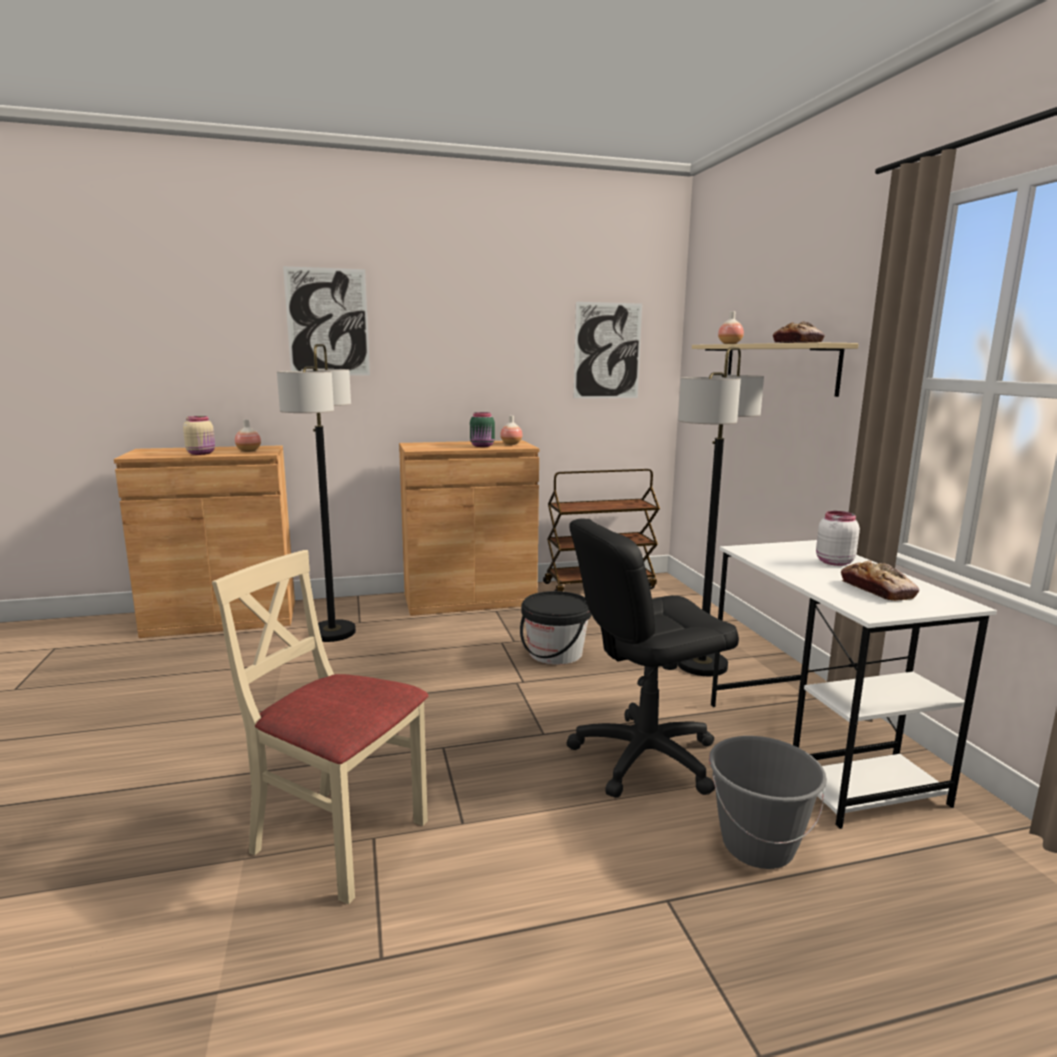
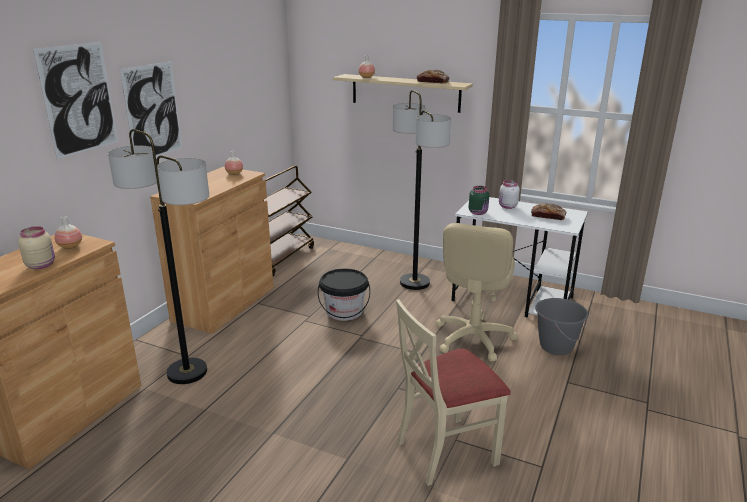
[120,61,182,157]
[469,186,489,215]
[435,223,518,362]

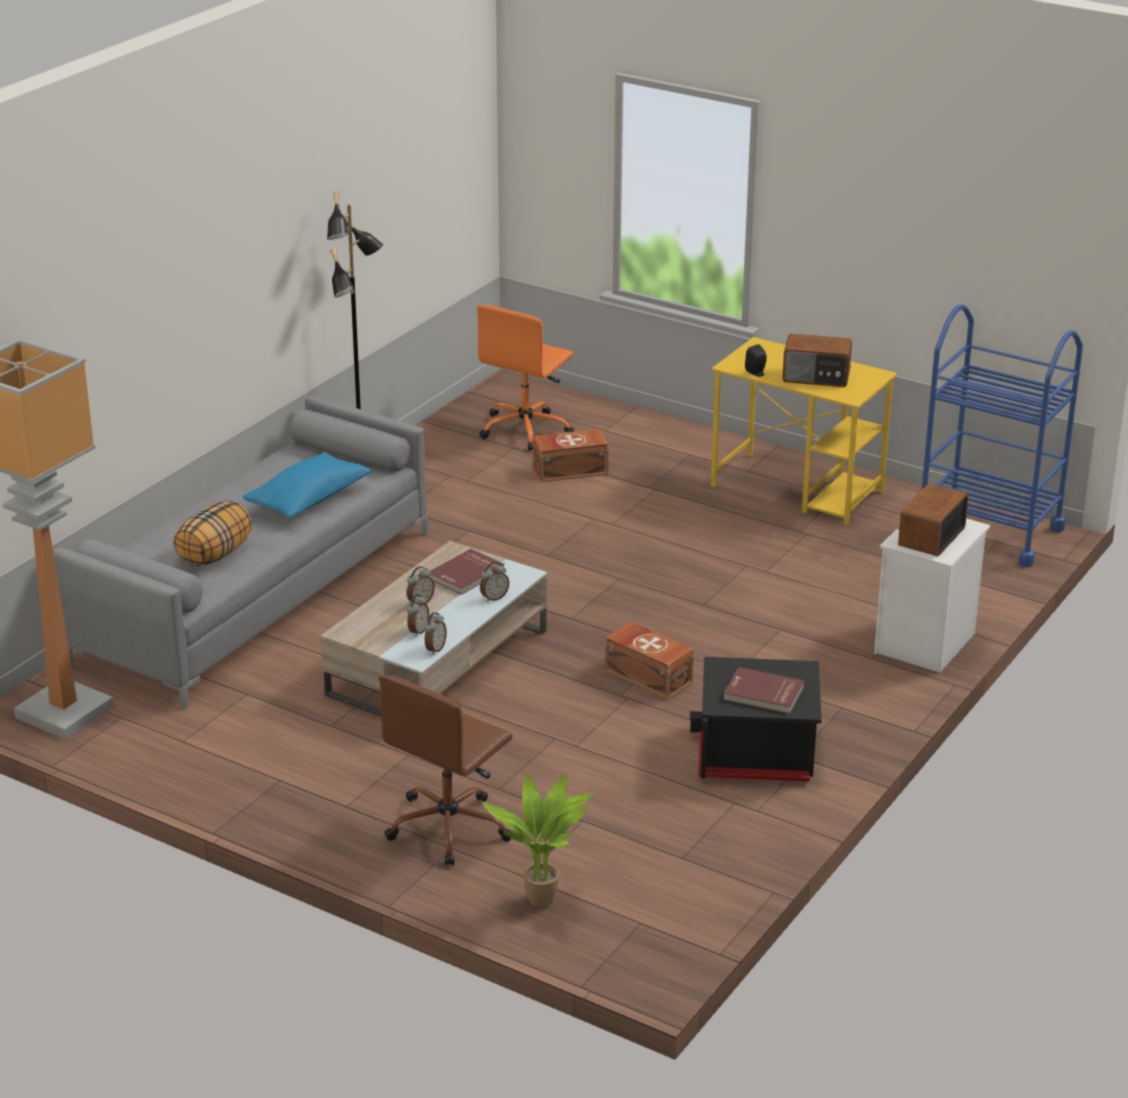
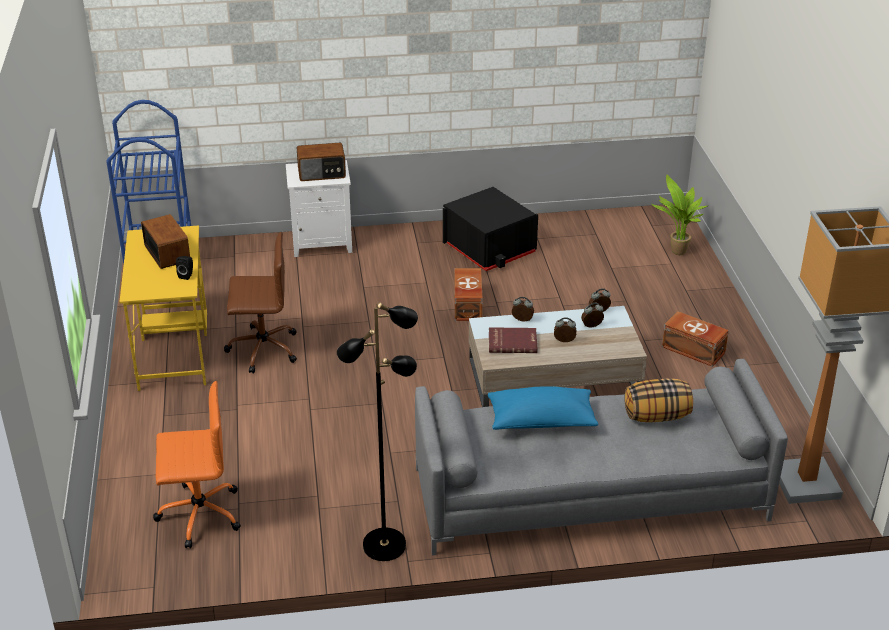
[662,311,729,367]
[723,667,805,714] (first image)
[224,232,297,374]

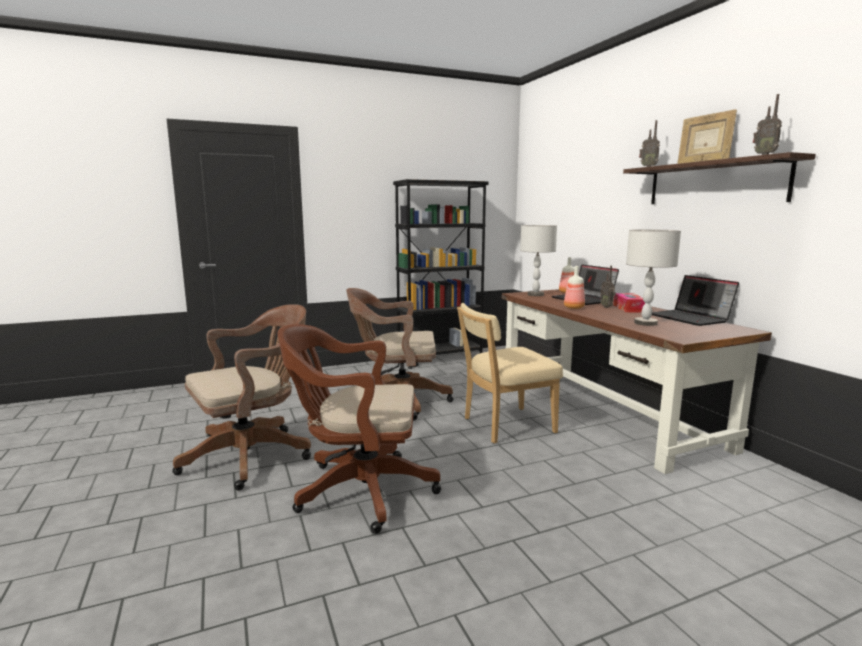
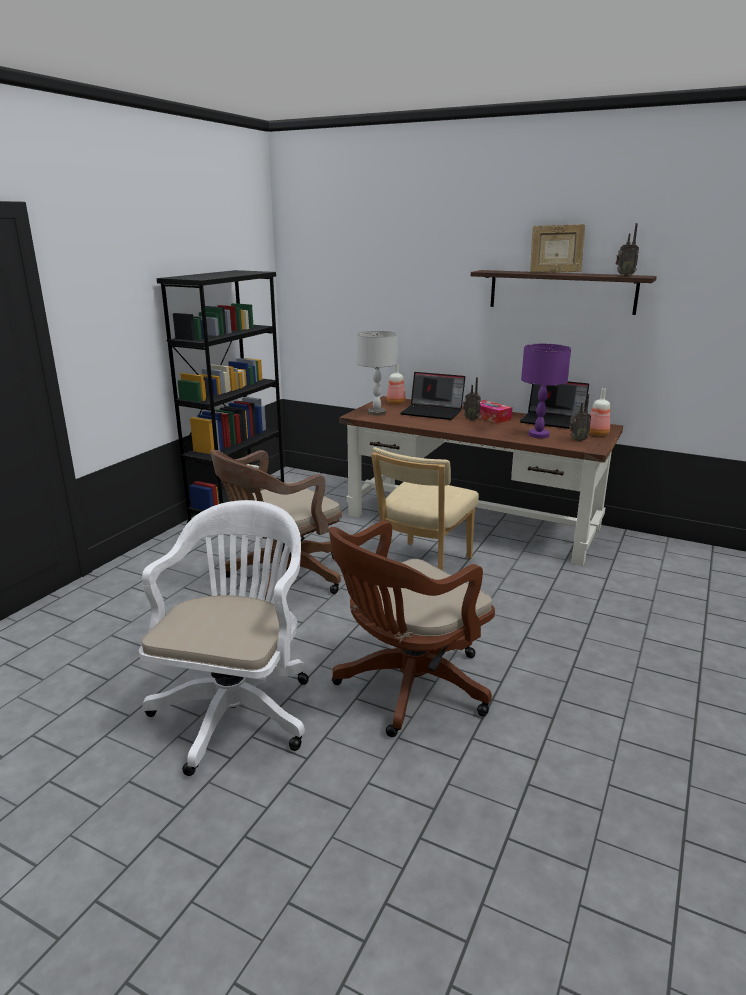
[569,394,591,442]
[521,344,571,438]
[589,388,610,436]
[139,500,309,776]

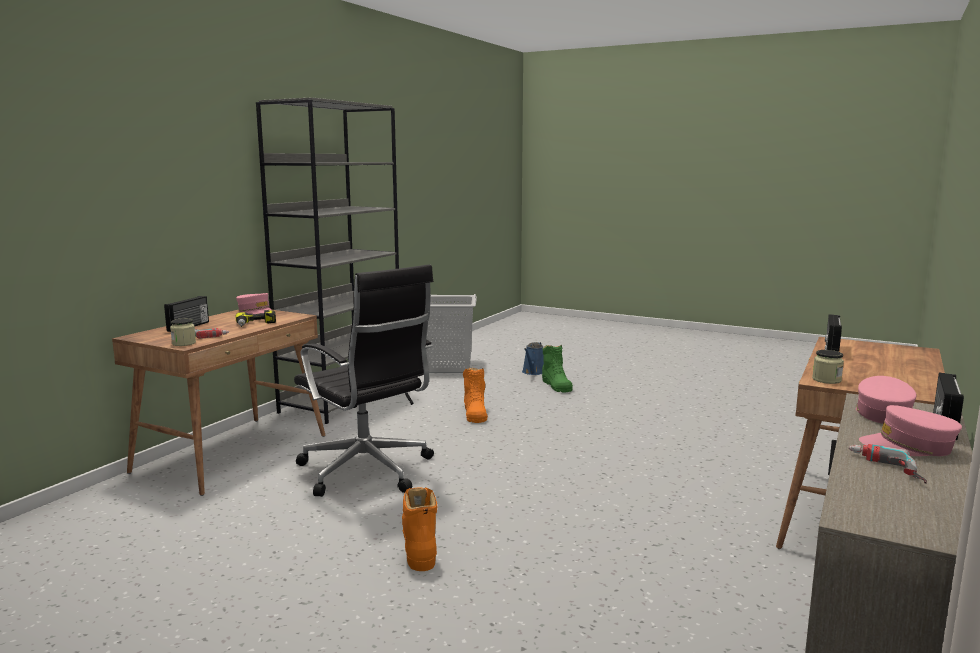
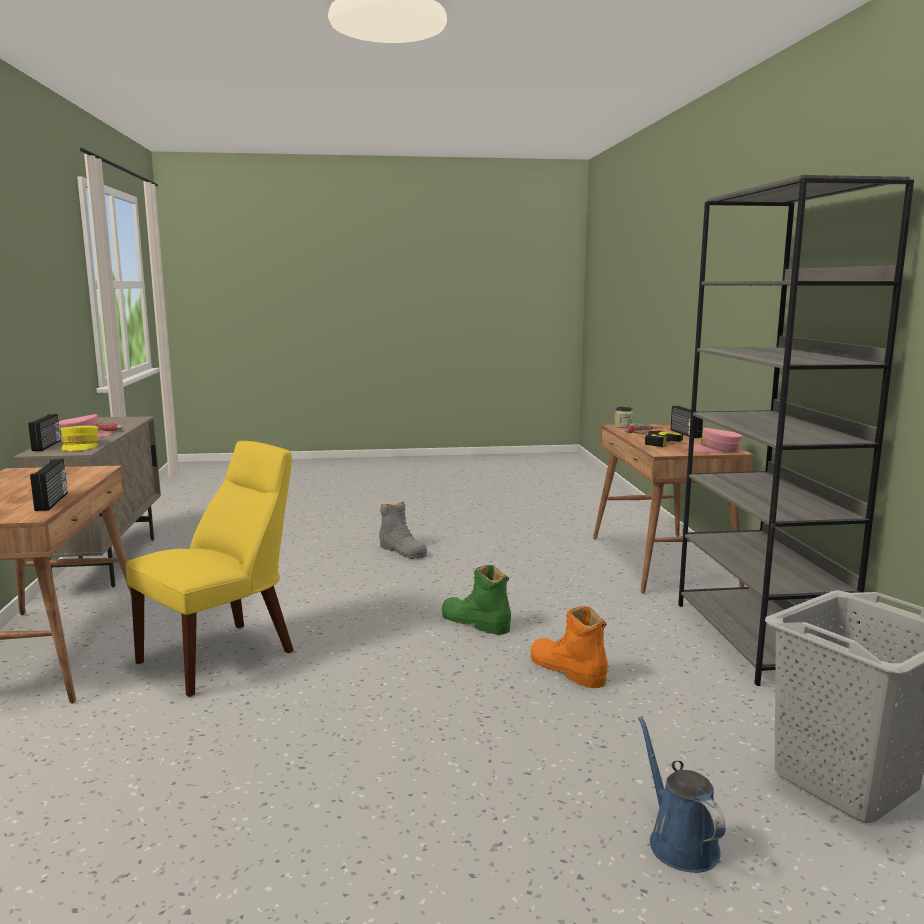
[294,264,434,497] (first image)
[442,565,511,635]
[812,350,844,384] (first image)
[61,426,99,451]
[379,502,427,559]
[126,441,294,697]

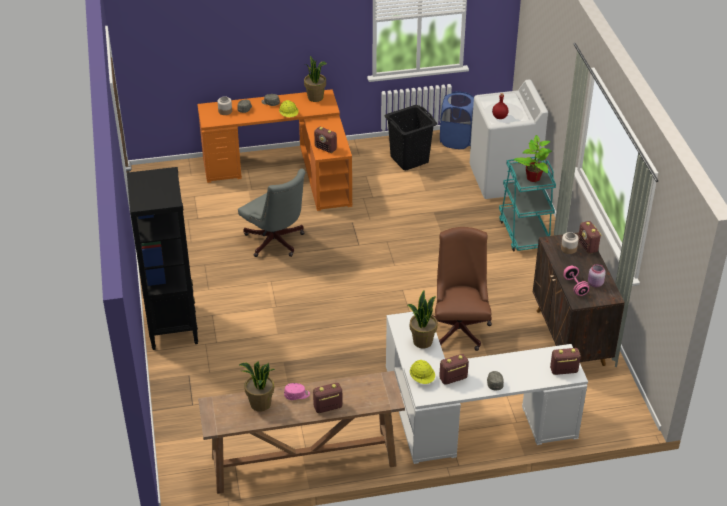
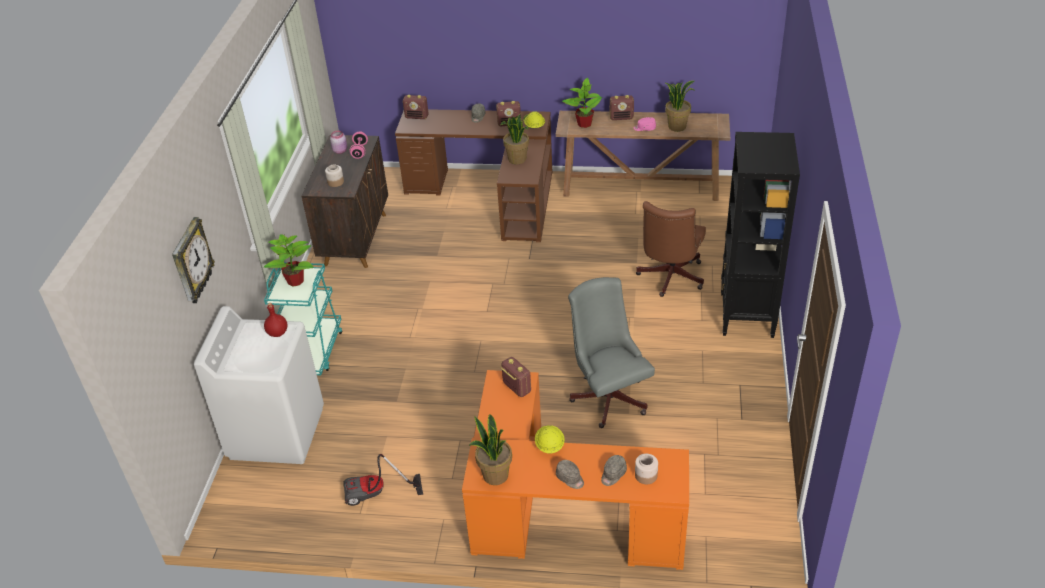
[440,91,474,149] (first image)
[343,454,423,506]
[578,221,602,254] (first image)
[636,201,706,297]
[395,109,552,242]
[562,78,602,128]
[172,217,215,303]

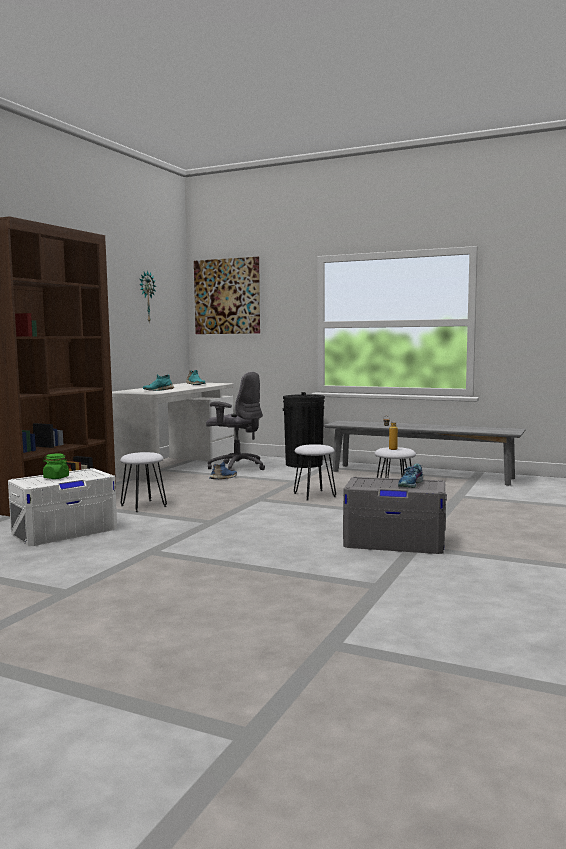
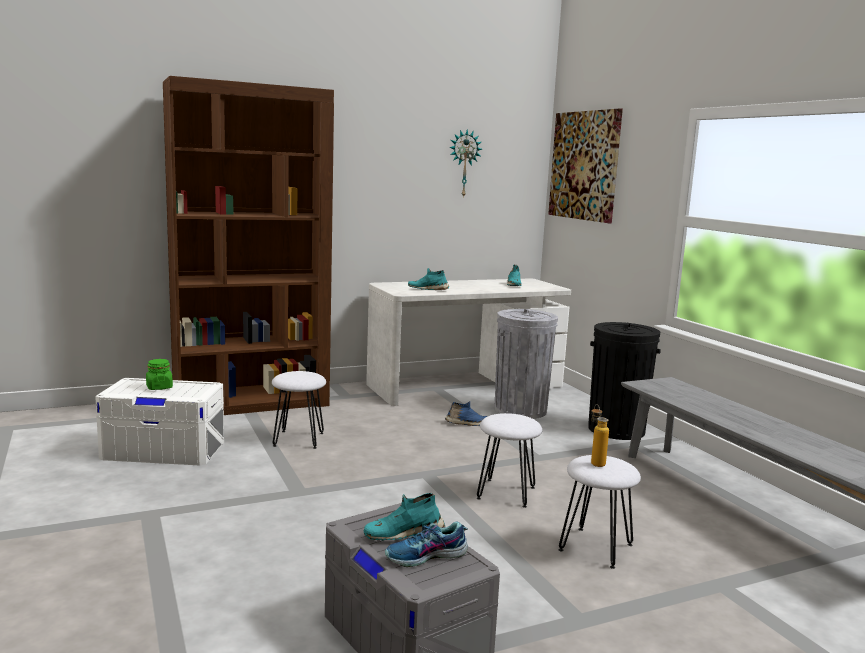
[495,309,558,419]
[363,493,445,540]

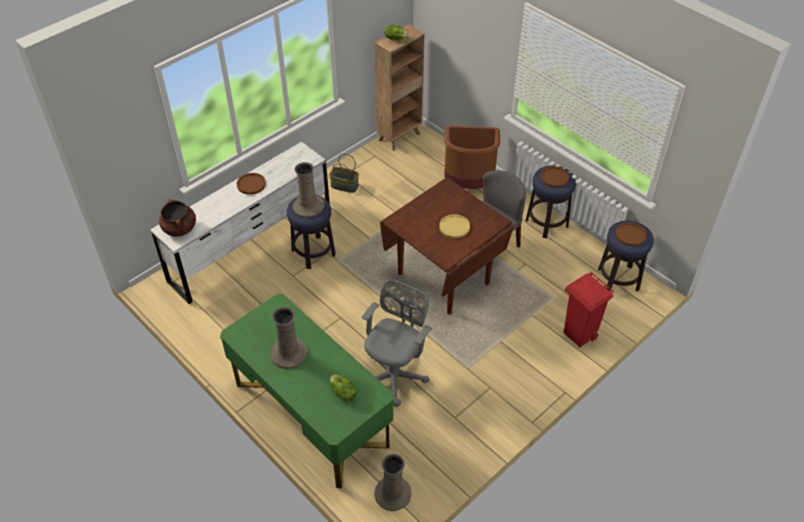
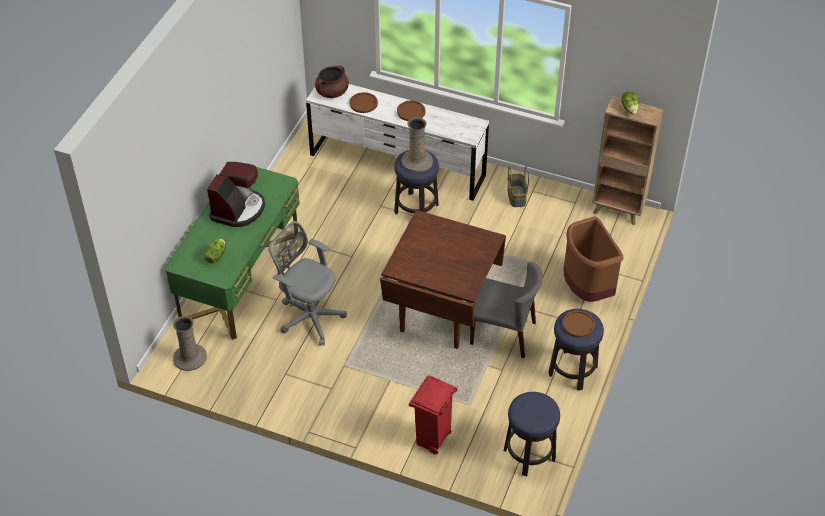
[439,214,470,238] (first image)
[349,92,378,113]
[268,221,347,346]
[207,162,265,227]

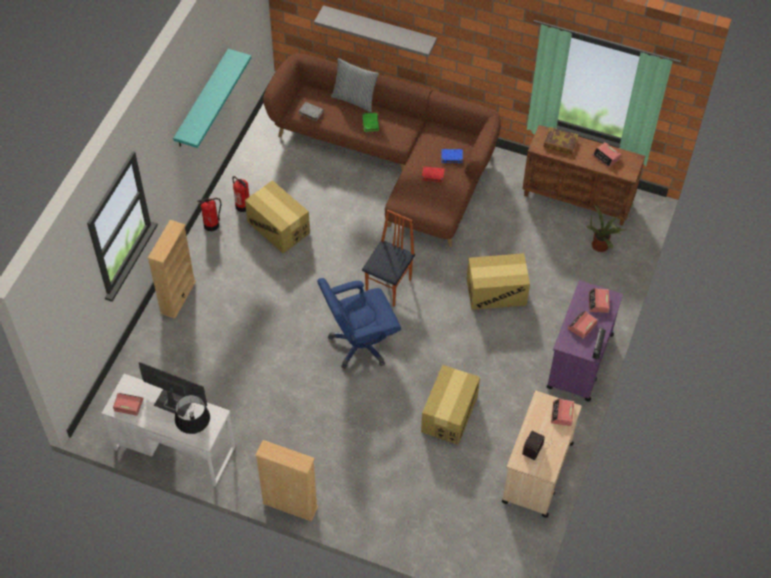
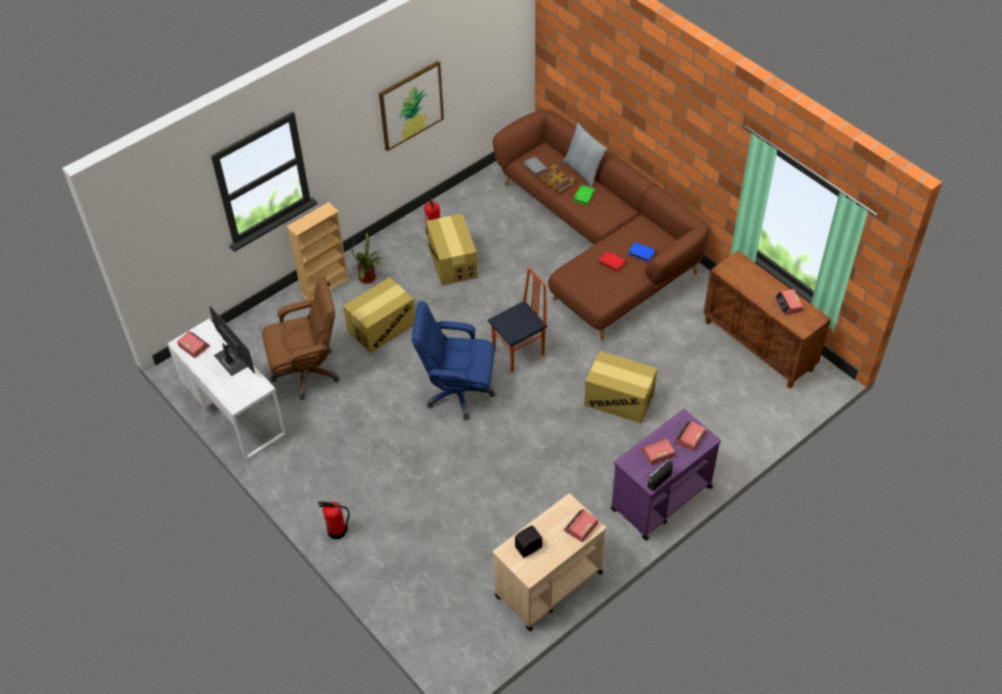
[314,5,437,57] (first image)
[379,61,444,151]
[538,164,575,194]
[318,501,350,539]
[352,232,382,284]
[343,277,415,353]
[175,395,210,434] (first image)
[255,440,318,522] (first image)
[262,276,340,400]

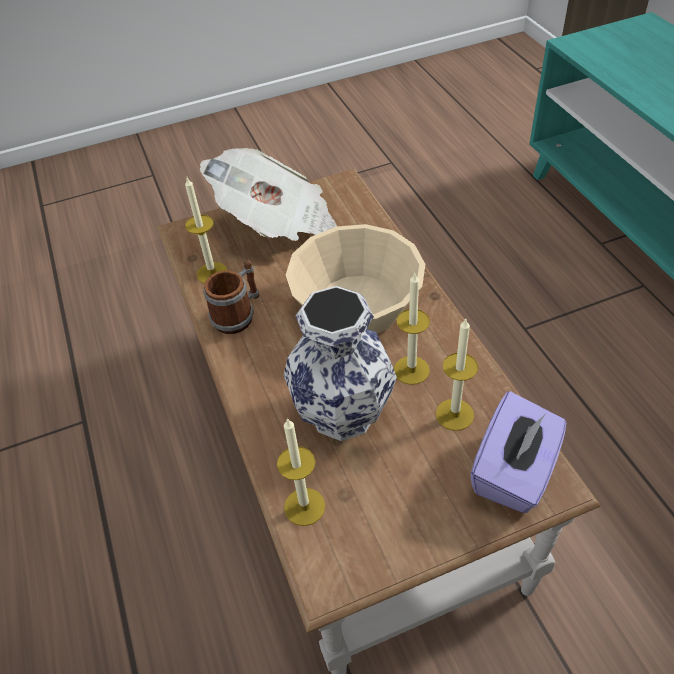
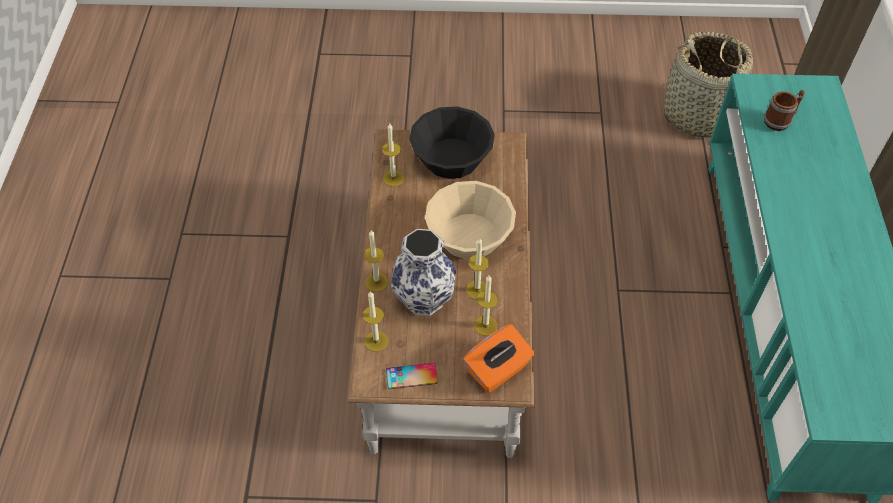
[409,106,495,179]
[764,90,805,131]
[463,324,535,393]
[662,31,753,137]
[364,230,388,292]
[386,363,438,389]

